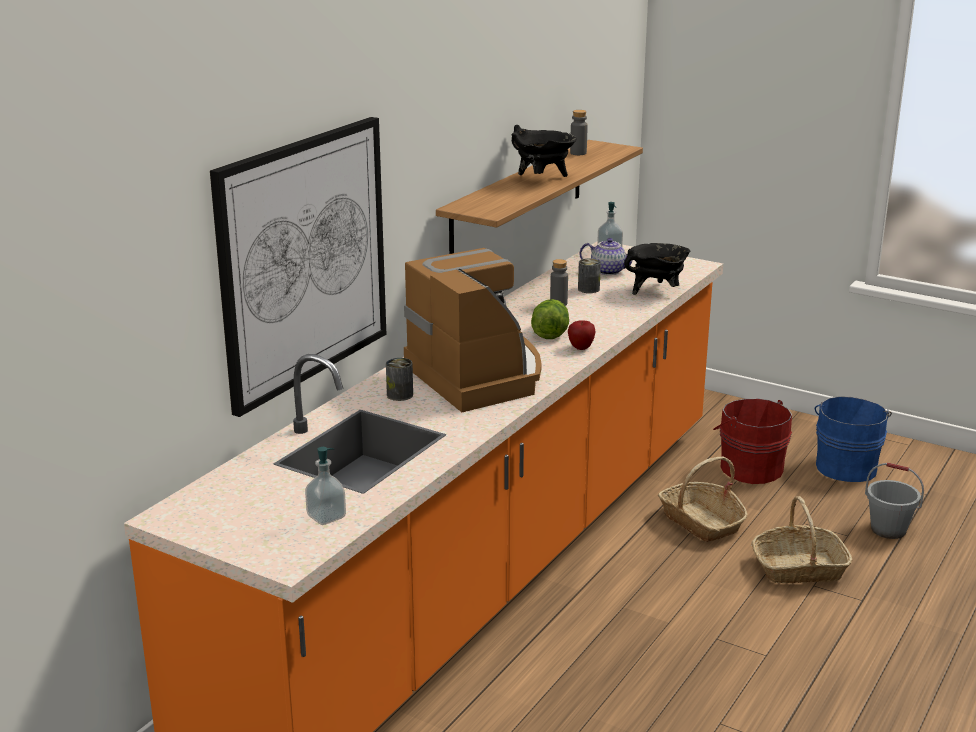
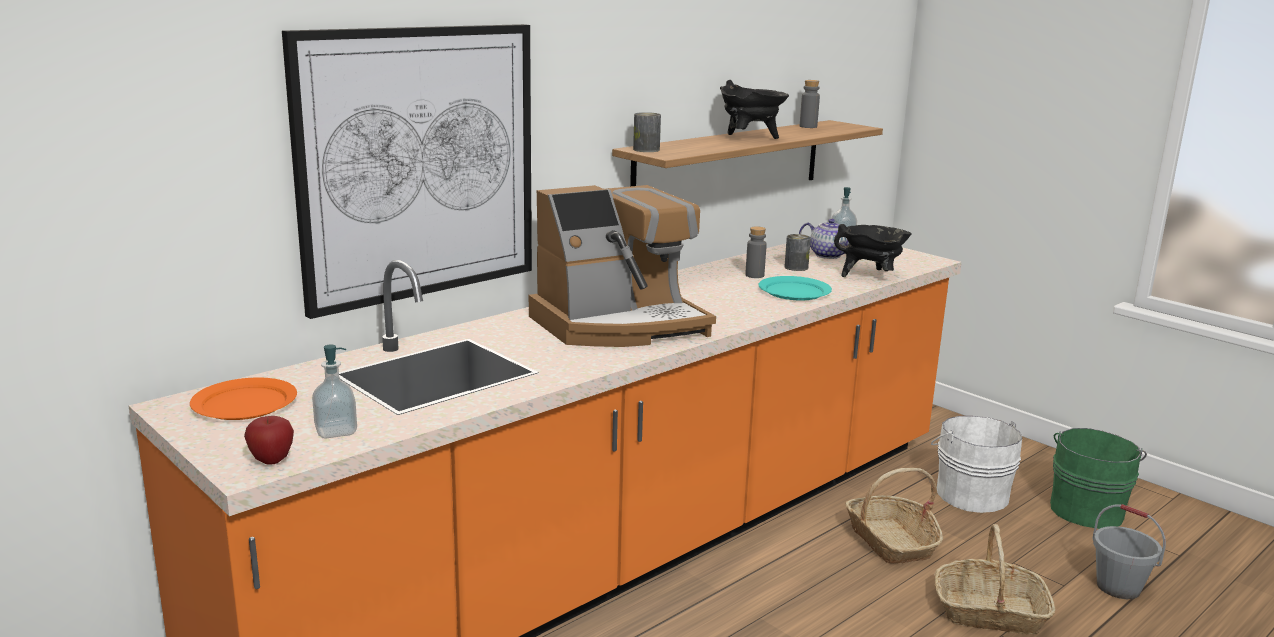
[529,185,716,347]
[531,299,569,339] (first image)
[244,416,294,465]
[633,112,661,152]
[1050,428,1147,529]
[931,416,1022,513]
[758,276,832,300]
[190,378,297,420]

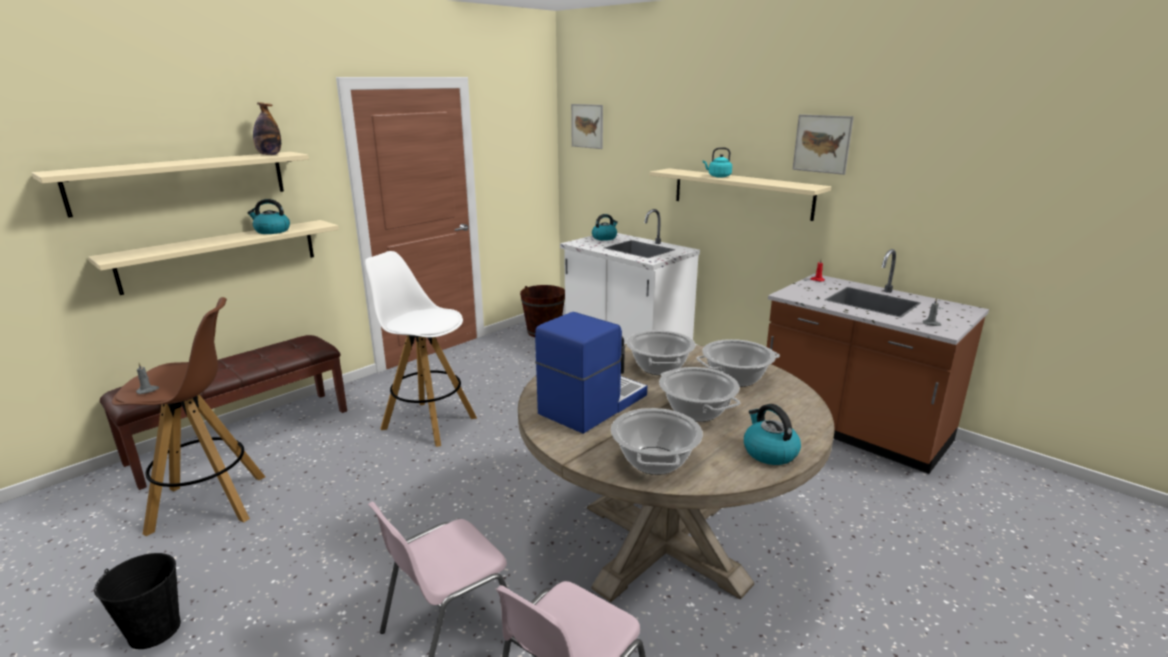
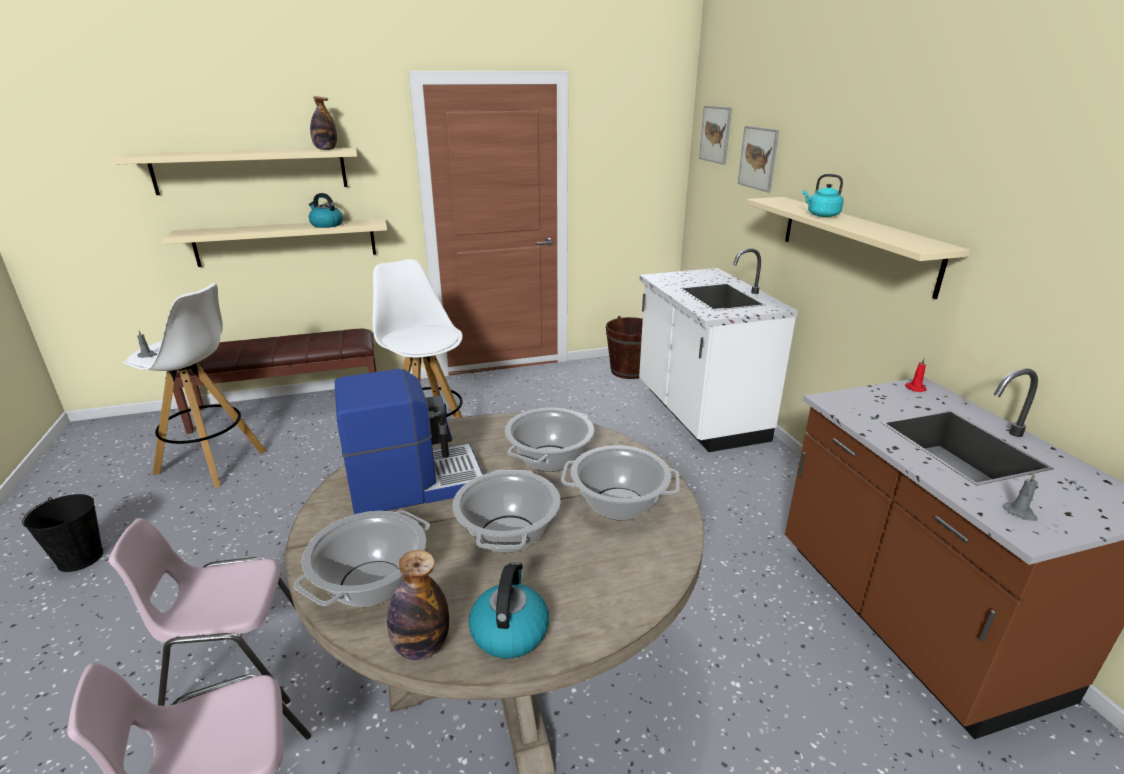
[738,126,779,192]
[592,214,618,241] (first image)
[122,283,267,488]
[387,550,449,660]

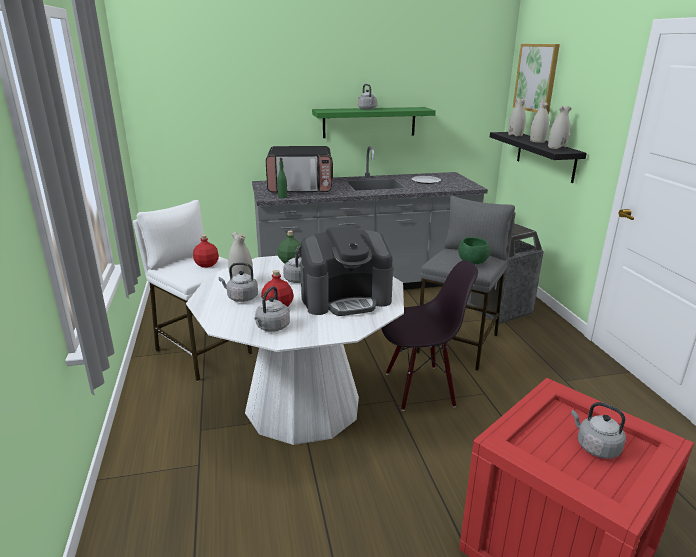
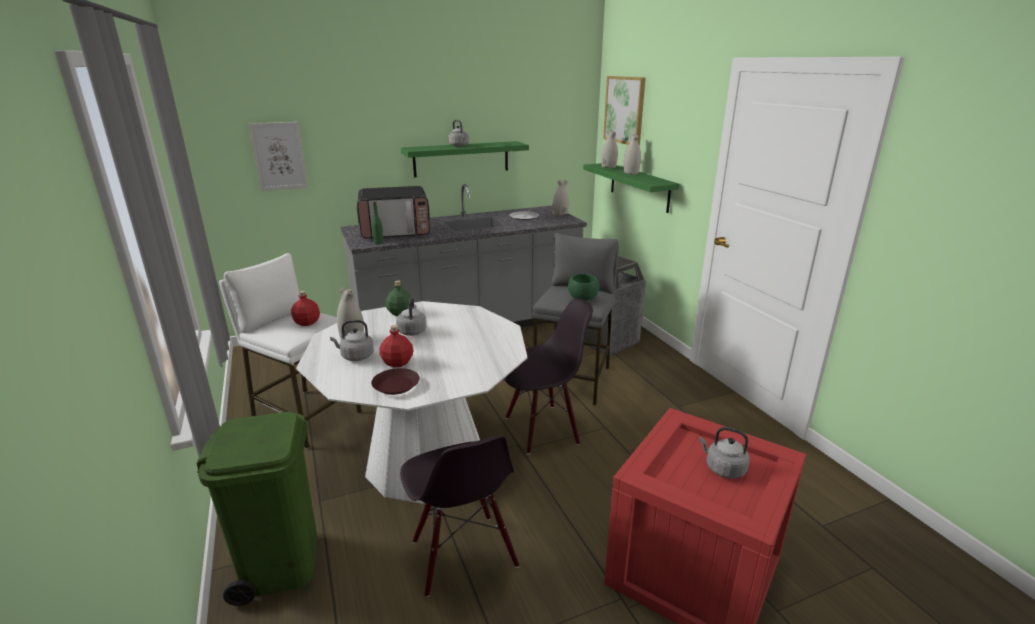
[552,180,569,216]
[583,163,679,213]
[300,226,393,316] (first image)
[371,368,419,395]
[249,122,308,191]
[197,412,317,606]
[400,435,519,597]

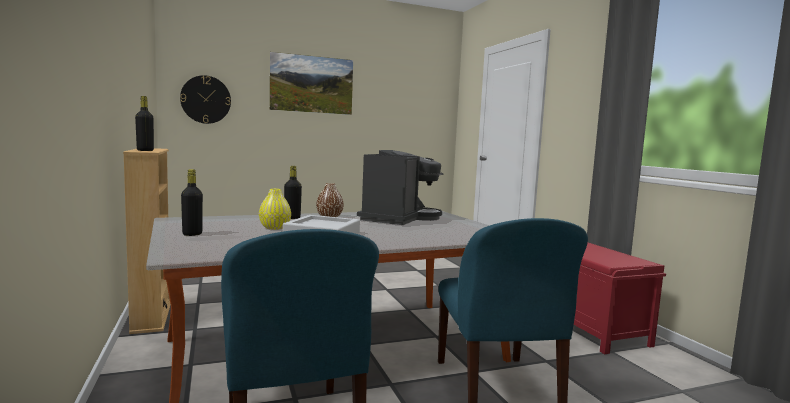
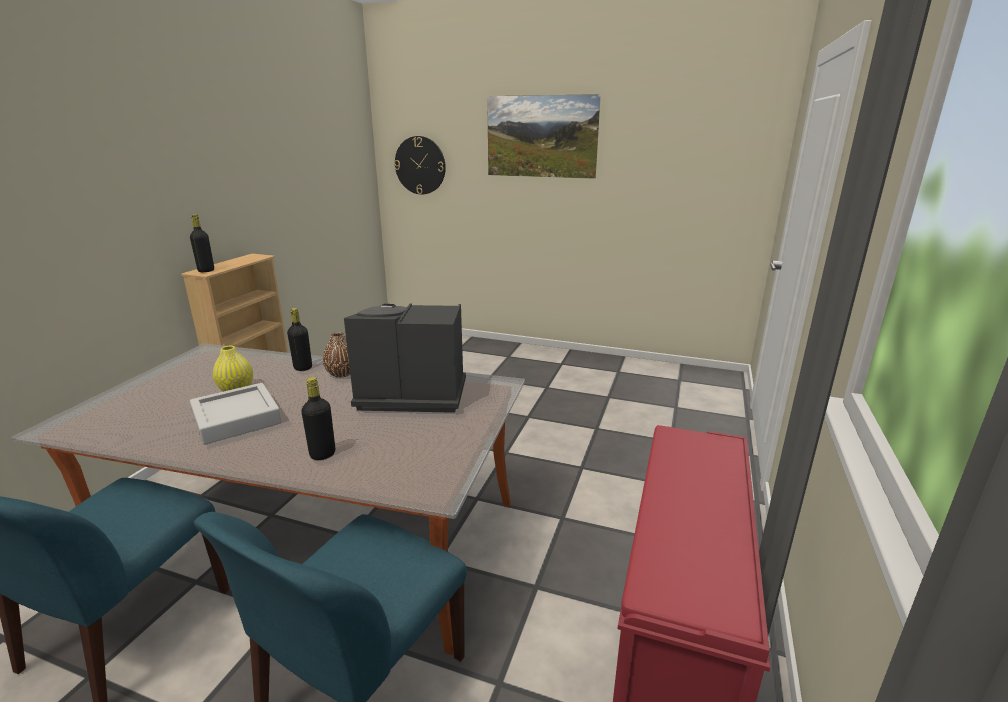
[344,303,466,413]
[301,377,335,460]

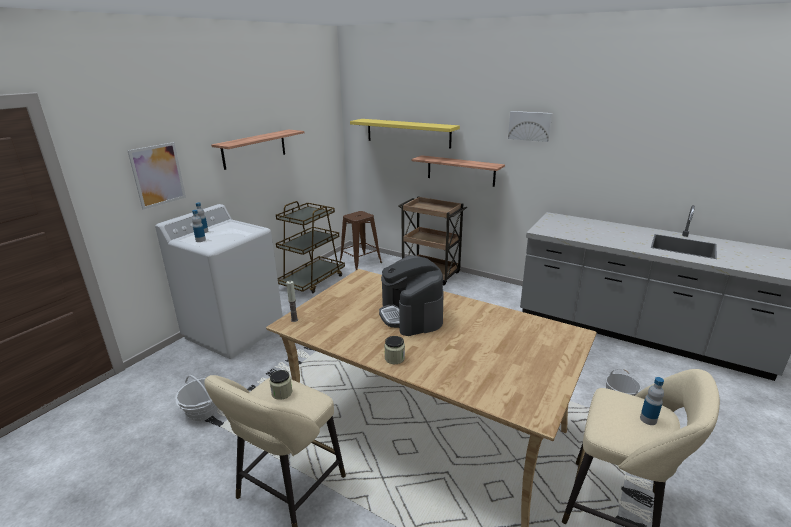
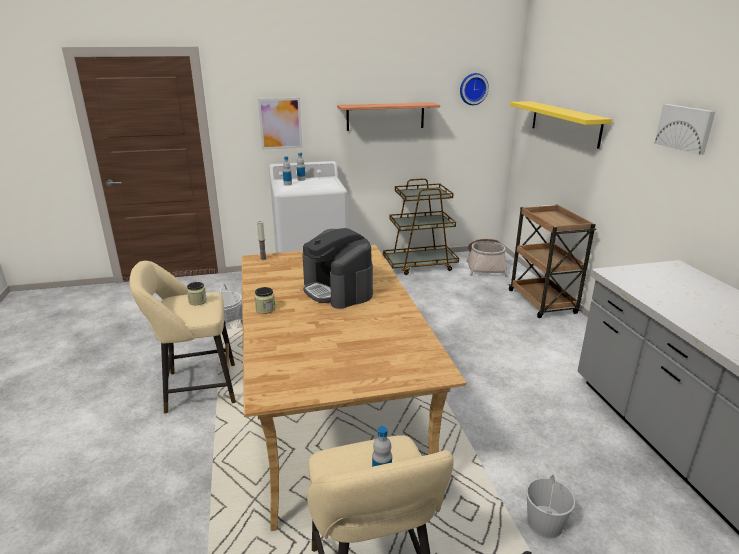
[412,155,505,187] (first image)
[466,238,508,277]
[302,228,373,309]
[460,73,489,105]

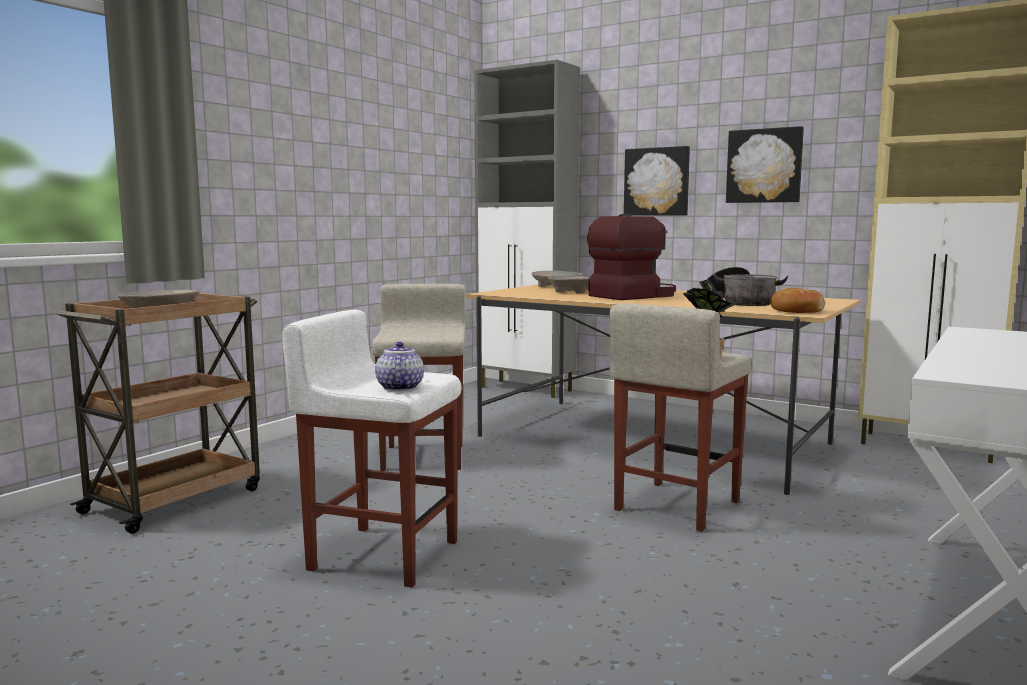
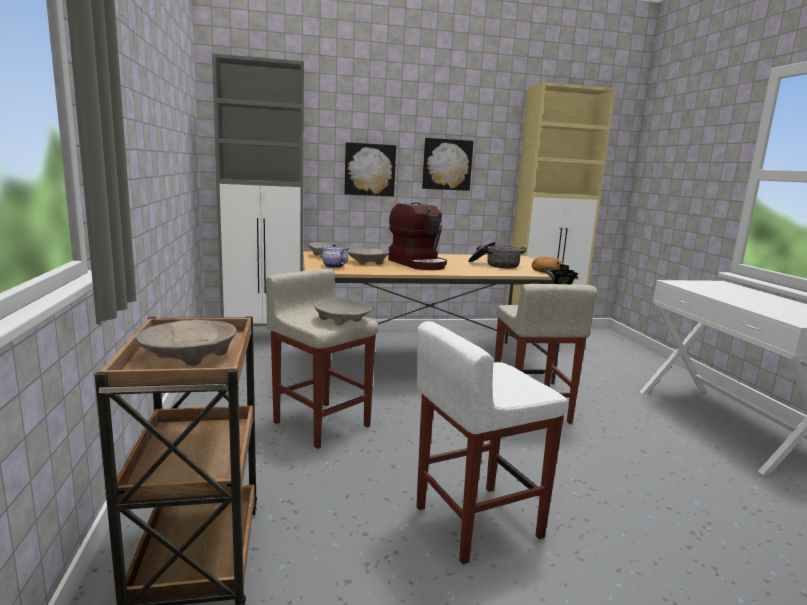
[388,203,447,270]
[321,244,348,268]
[314,299,372,326]

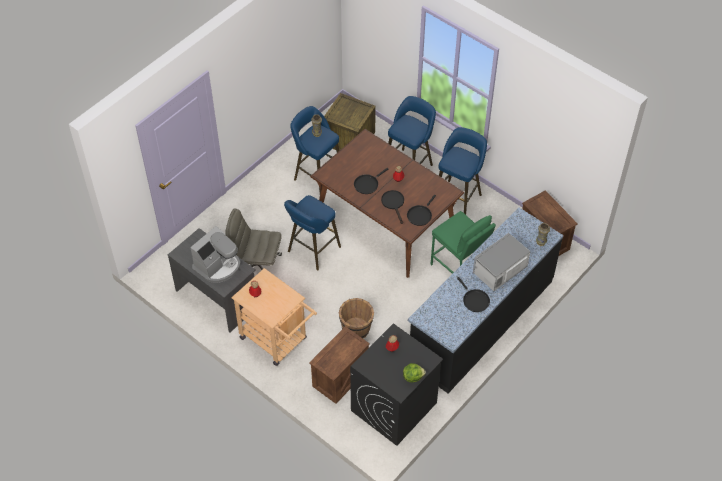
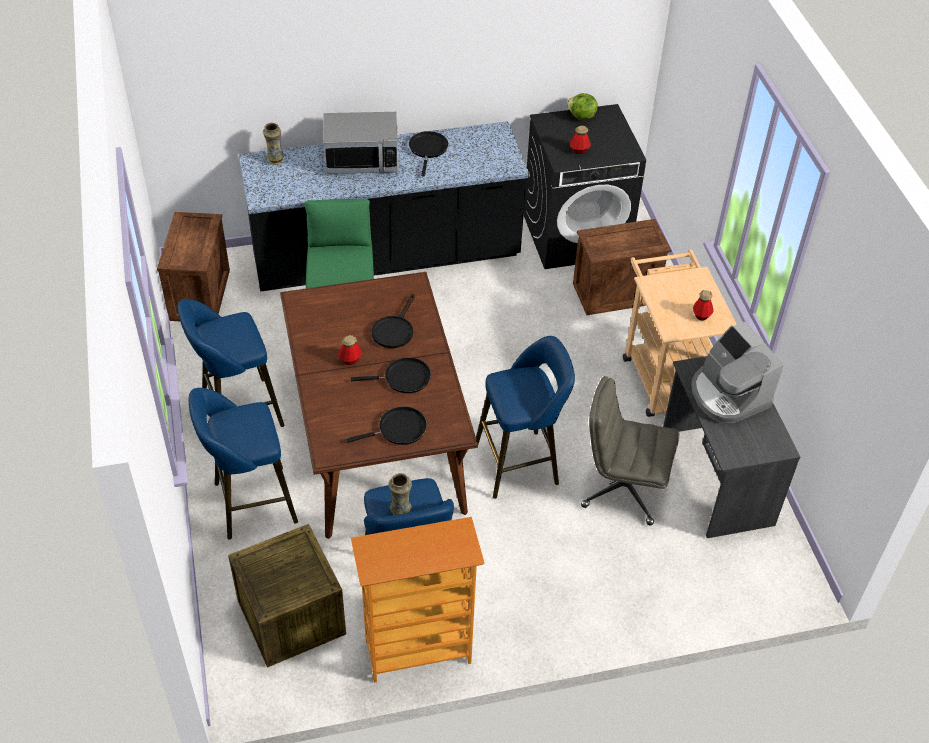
[346,406,427,445]
[581,376,679,526]
[691,322,784,423]
[339,298,374,338] (first image)
[351,517,485,682]

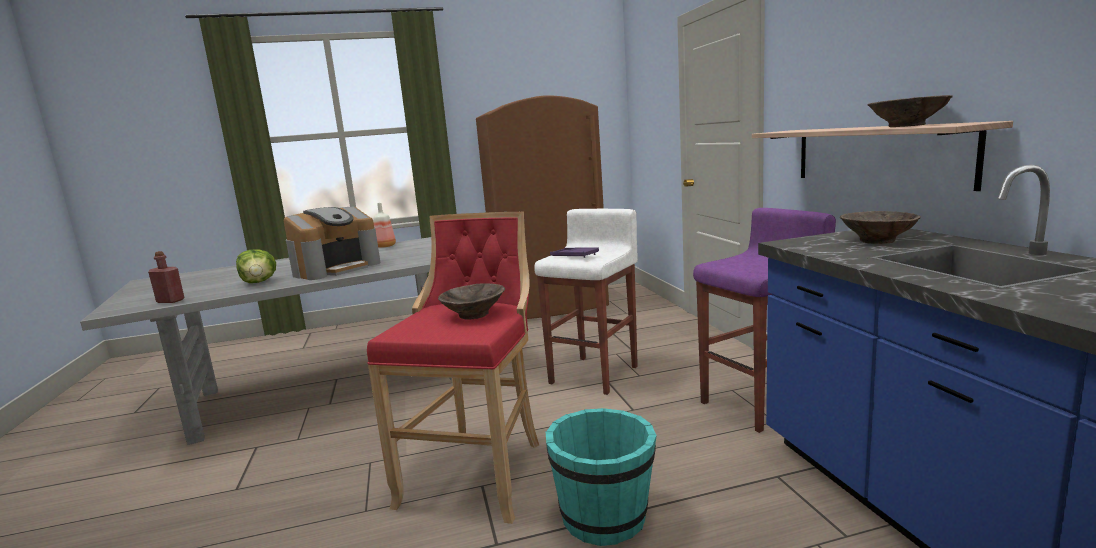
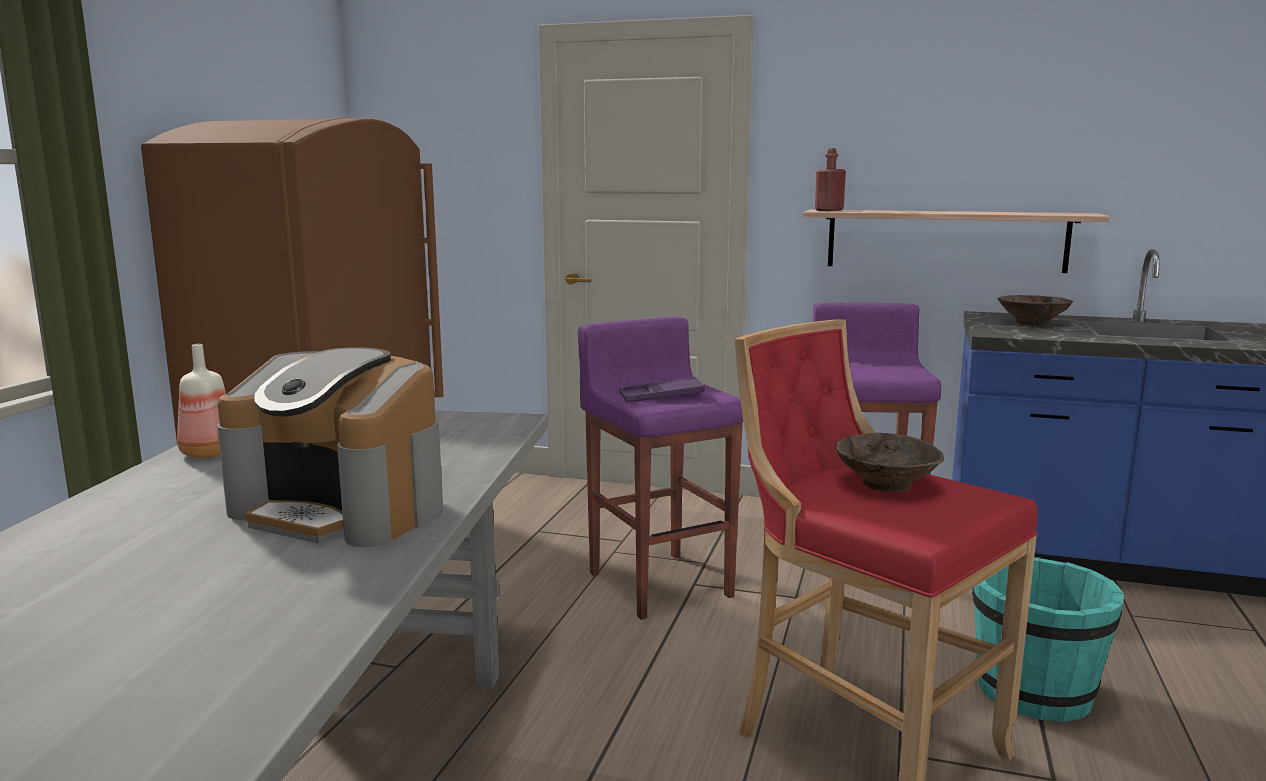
[867,95,953,127] (first image)
[217,347,443,547]
[578,317,743,620]
[236,249,276,283] (first image)
[815,148,846,211]

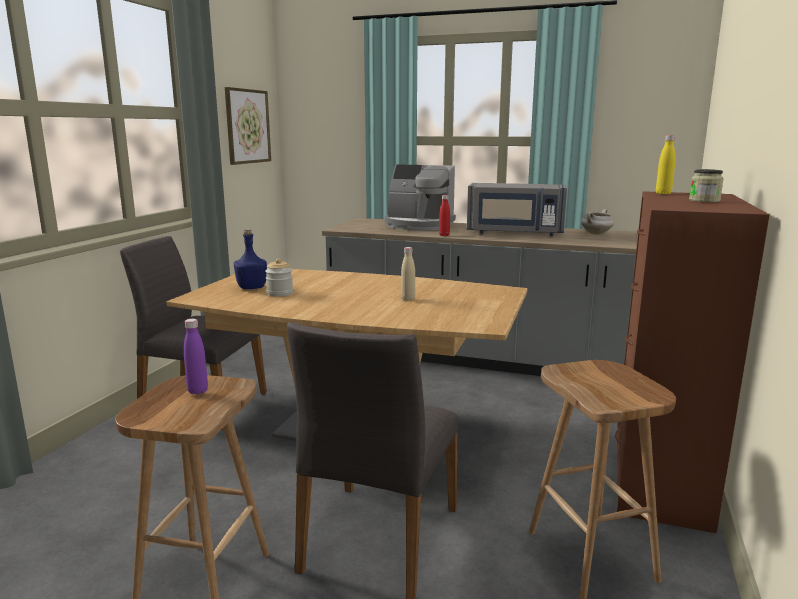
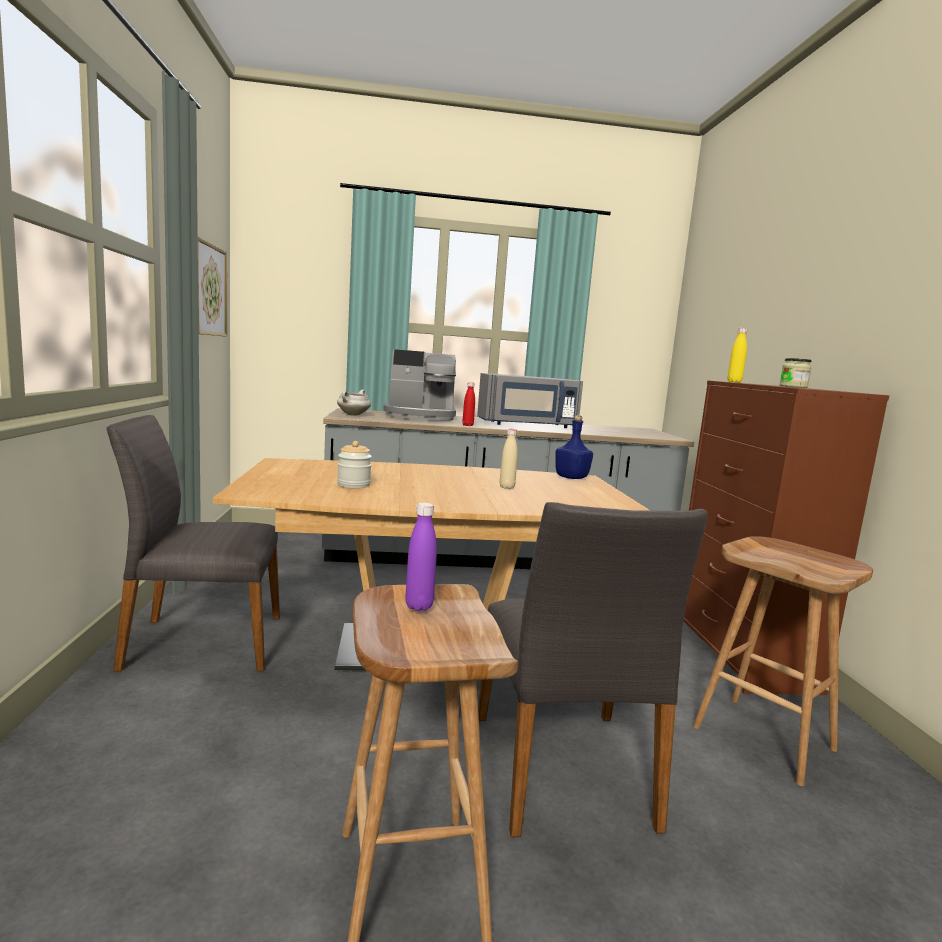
[337,390,371,416]
[555,415,593,479]

